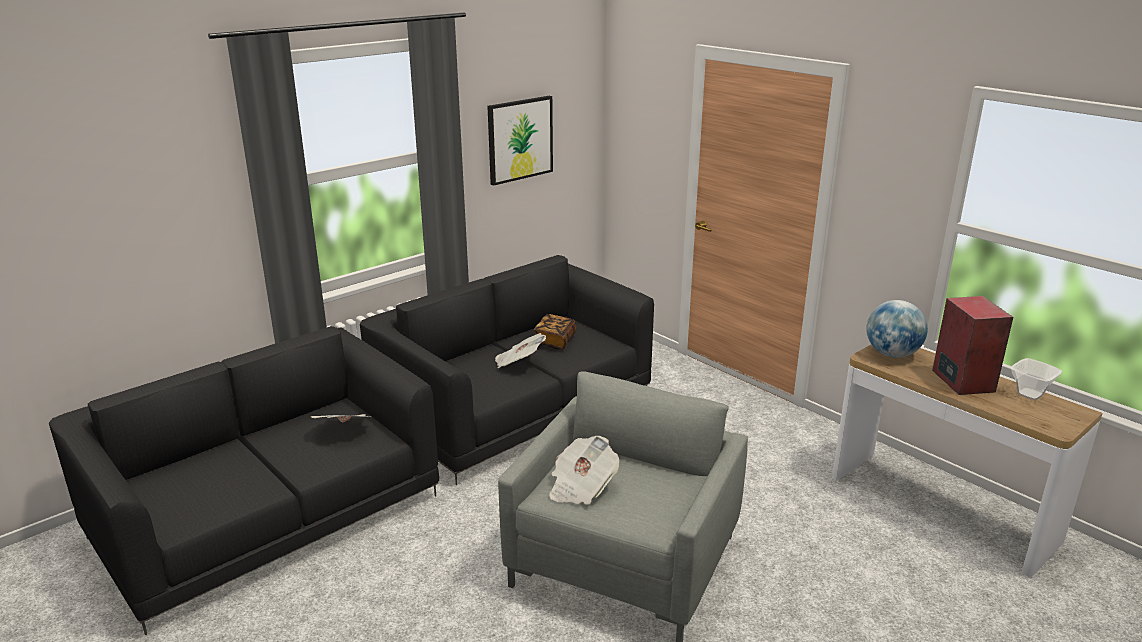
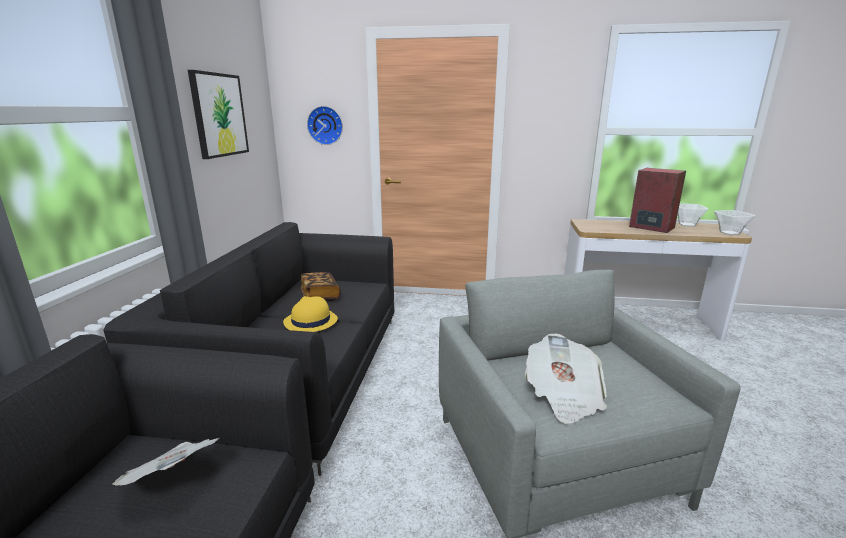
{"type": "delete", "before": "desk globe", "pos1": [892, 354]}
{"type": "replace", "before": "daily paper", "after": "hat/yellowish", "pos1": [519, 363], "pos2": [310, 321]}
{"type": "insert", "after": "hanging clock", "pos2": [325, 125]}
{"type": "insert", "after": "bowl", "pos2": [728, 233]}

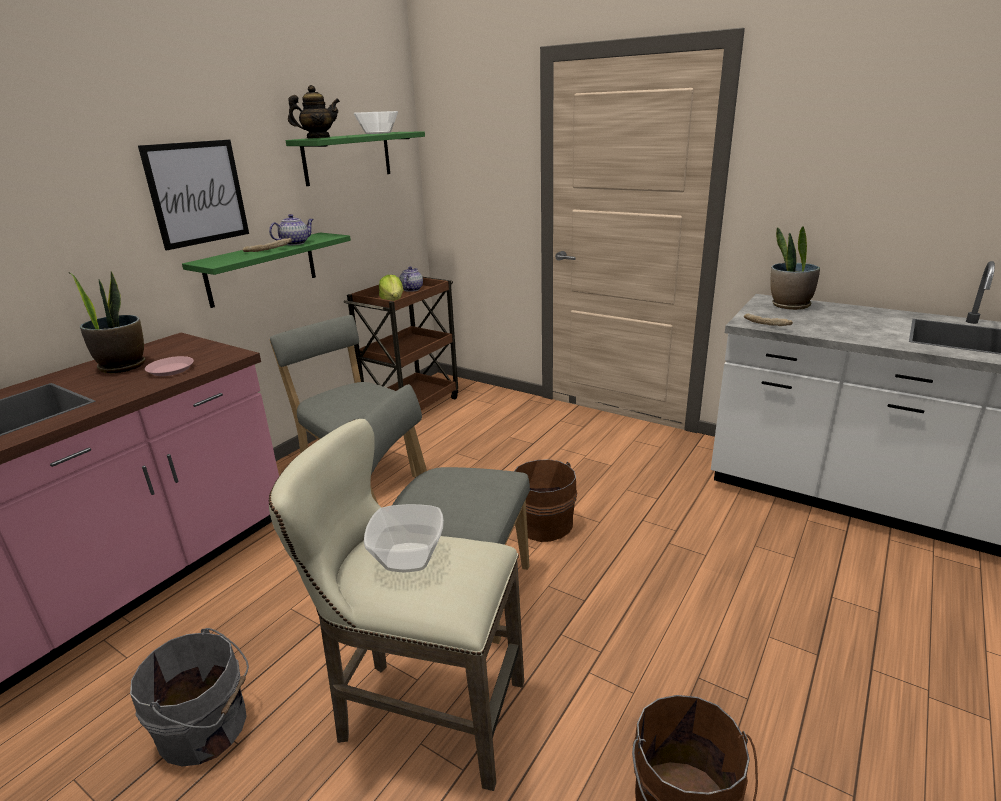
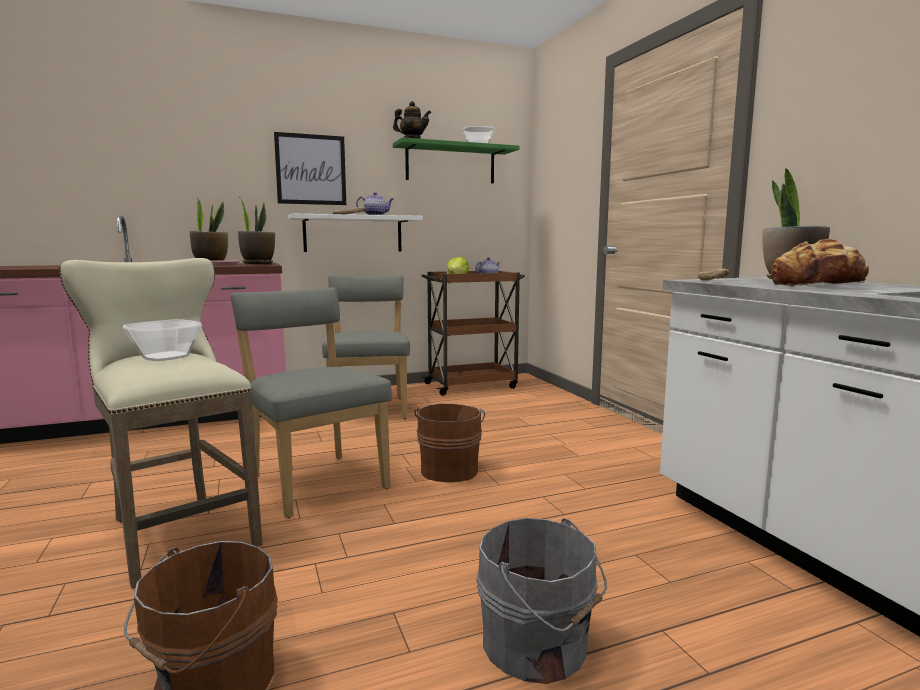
{"type": "recolor", "before": "shelf/greenish", "after": "shelf/white-coloured", "pos1": [262, 269], "pos2": [353, 234]}
{"type": "move", "before": "bucket/gray", "pos1": [207, 729], "pos2": [538, 647]}
{"type": "insert", "after": "houseplant", "pos2": [258, 264]}
{"type": "insert", "after": "baked bread", "pos2": [817, 285]}

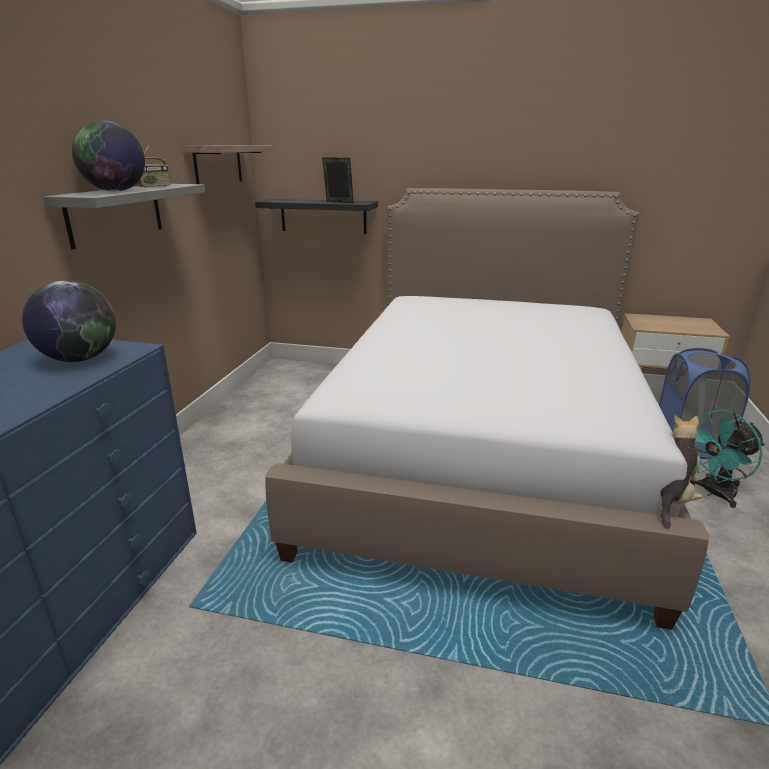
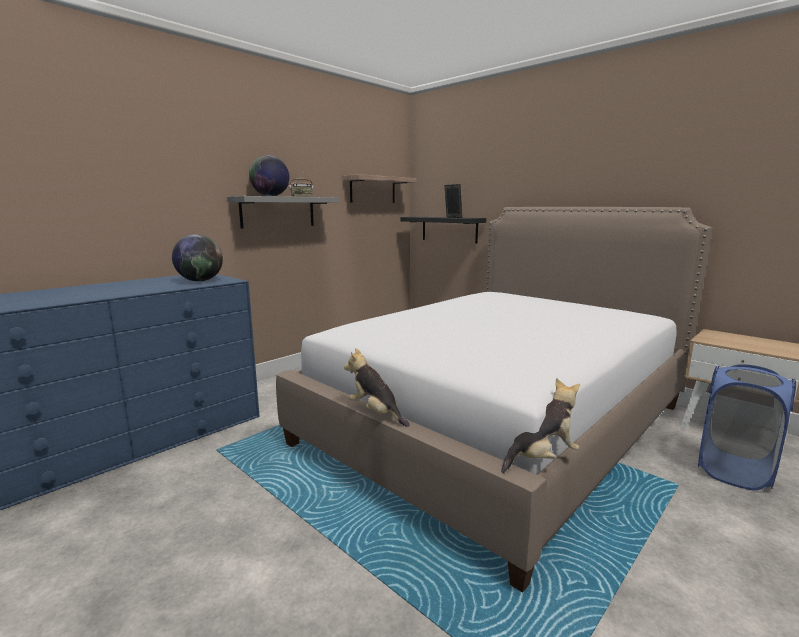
{"type": "delete", "before": "cooling fan/blue-green", "pos1": [713, 493]}
{"type": "insert", "after": "soft toy", "pos2": [376, 413]}

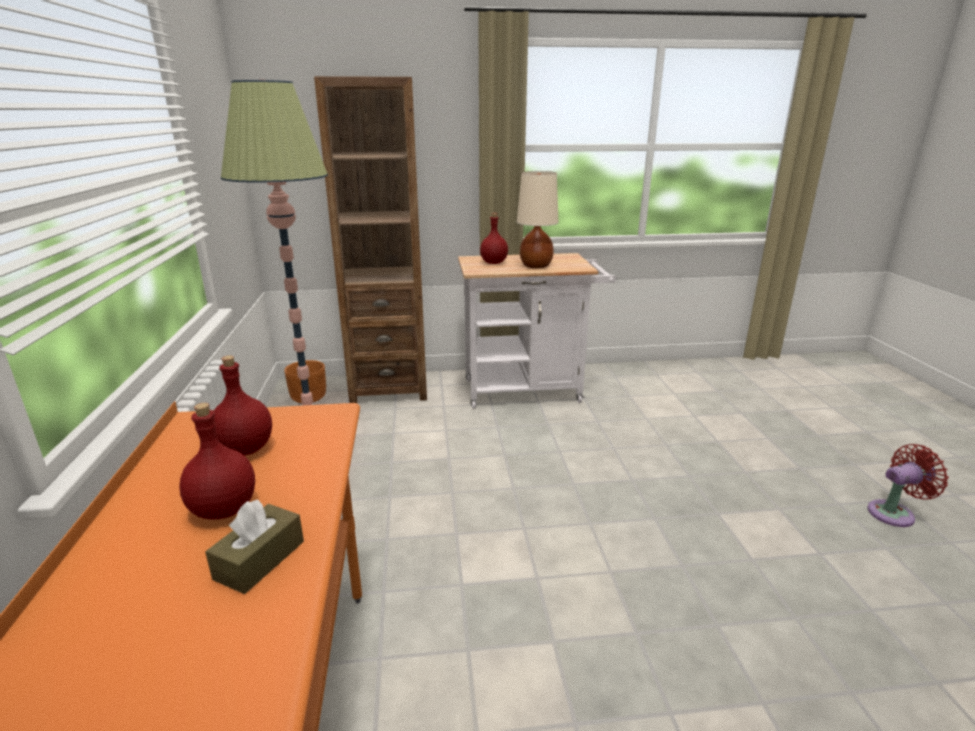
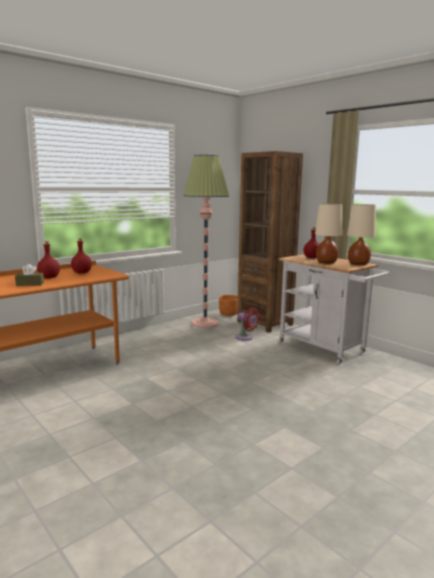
{"type": "move", "before": "cooling fan/red", "pos1": [894, 513], "pos2": [245, 338]}
{"type": "insert", "after": "lamp for a table/beige-coloured", "pos2": [358, 264]}

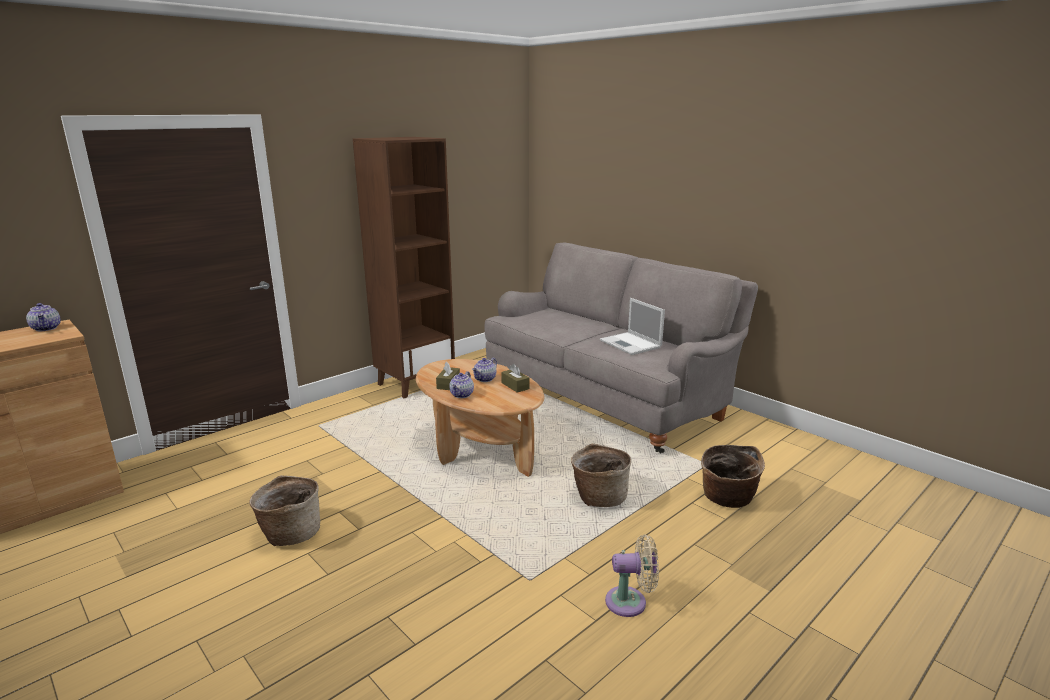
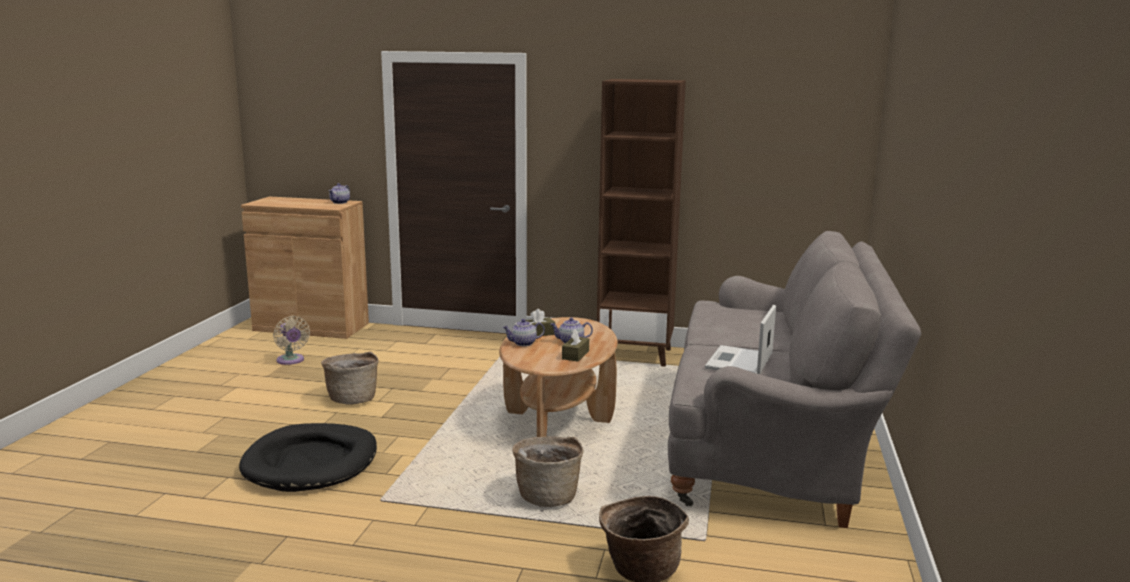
{"type": "move", "before": "cooling fan/beige-coloured", "pos1": [630, 602], "pos2": [291, 361]}
{"type": "insert", "after": "dog bed/blackish", "pos2": [311, 462]}

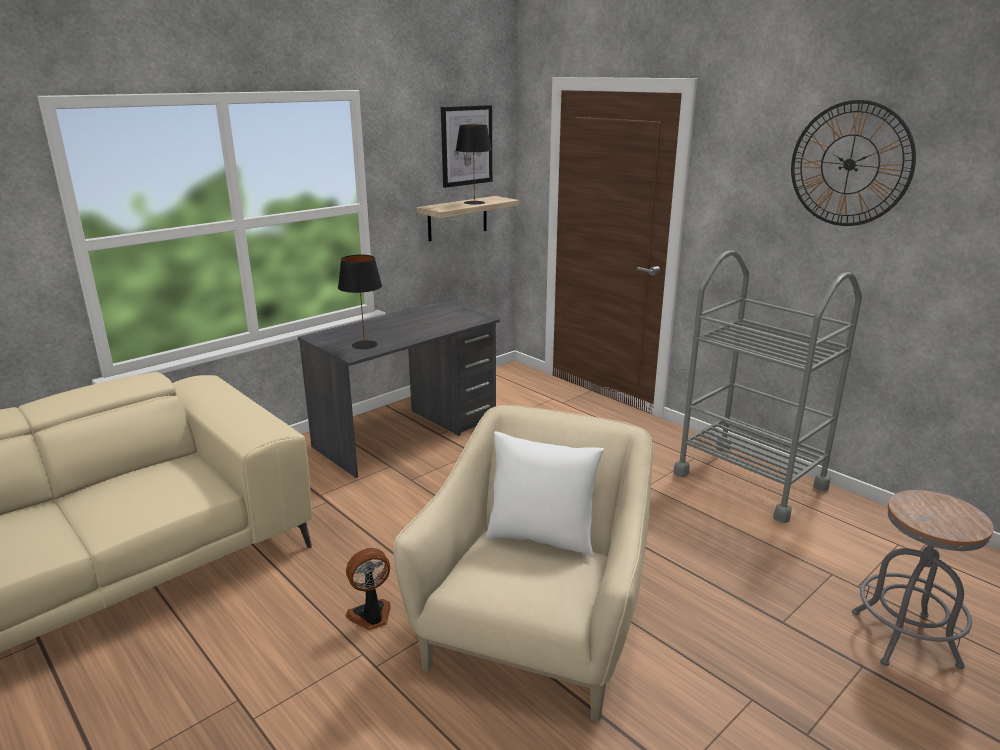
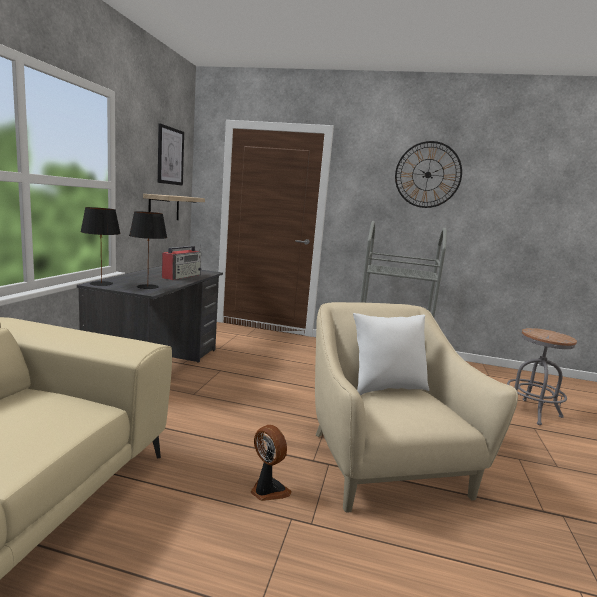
{"type": "move", "before": "lamp for a table/blackish", "pos1": [474, 203], "pos2": [101, 283]}
{"type": "rotate", "before": "cooling fan", "pos1": [371, 616], "pos2": [267, 490], "turn": 105}
{"type": "insert", "after": "radio", "pos2": [182, 276]}

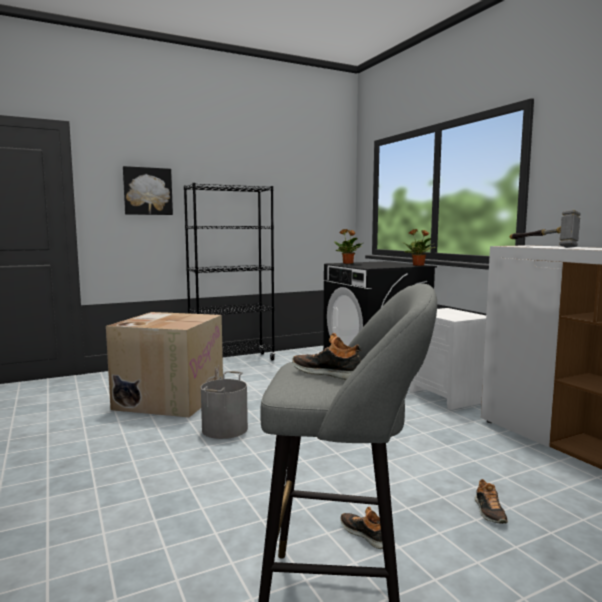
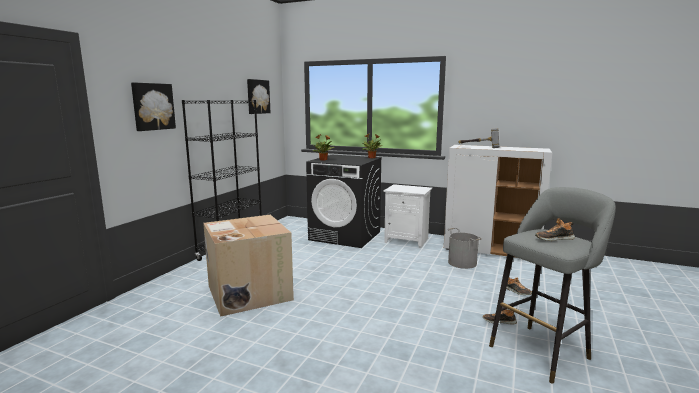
{"type": "move", "before": "bucket/gray", "pos1": [225, 429], "pos2": [462, 263]}
{"type": "insert", "after": "wall picture", "pos2": [257, 96]}

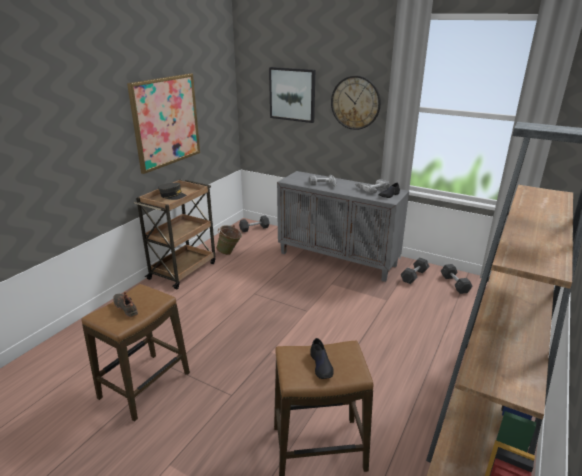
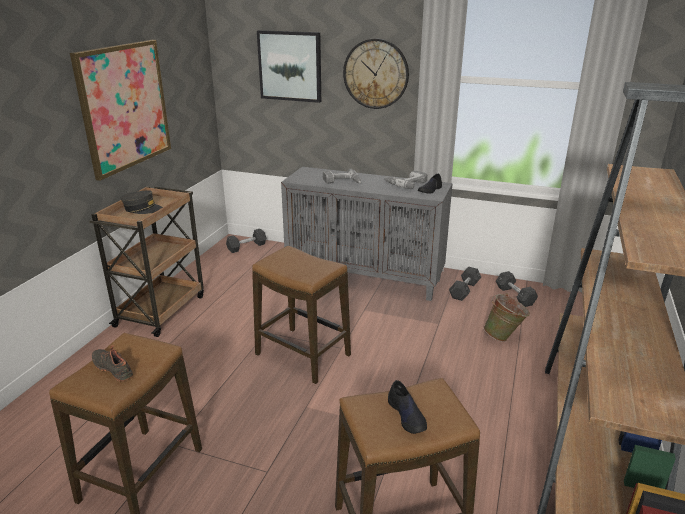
{"type": "move", "before": "bucket/greenish", "pos1": [230, 253], "pos2": [504, 337]}
{"type": "insert", "after": "stool seat", "pos2": [303, 355]}

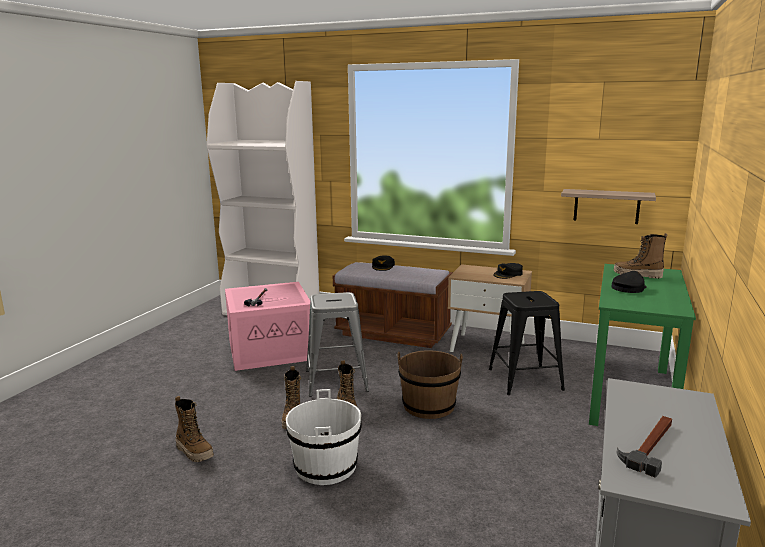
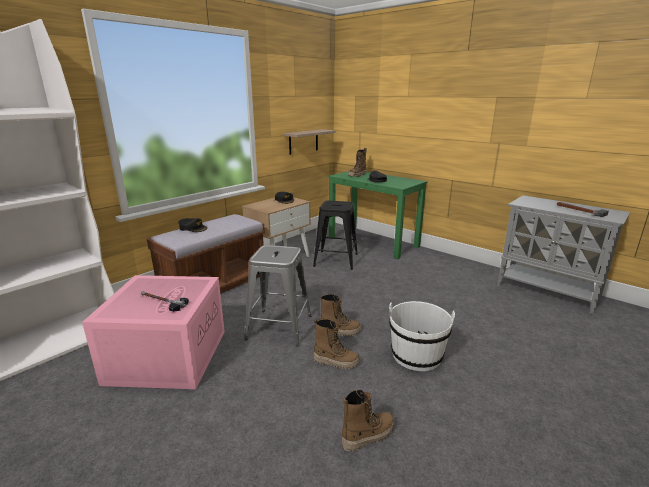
{"type": "delete", "before": "bucket/brownish", "pos1": [429, 406]}

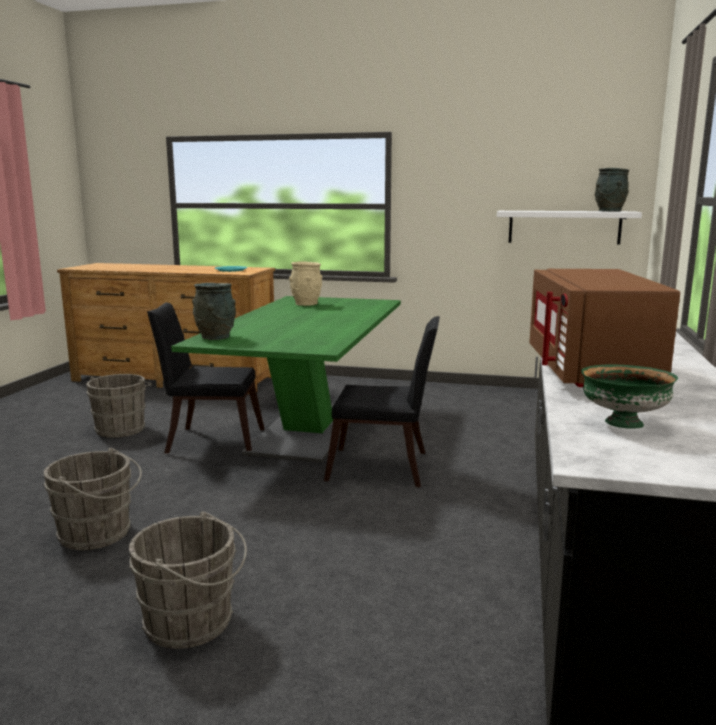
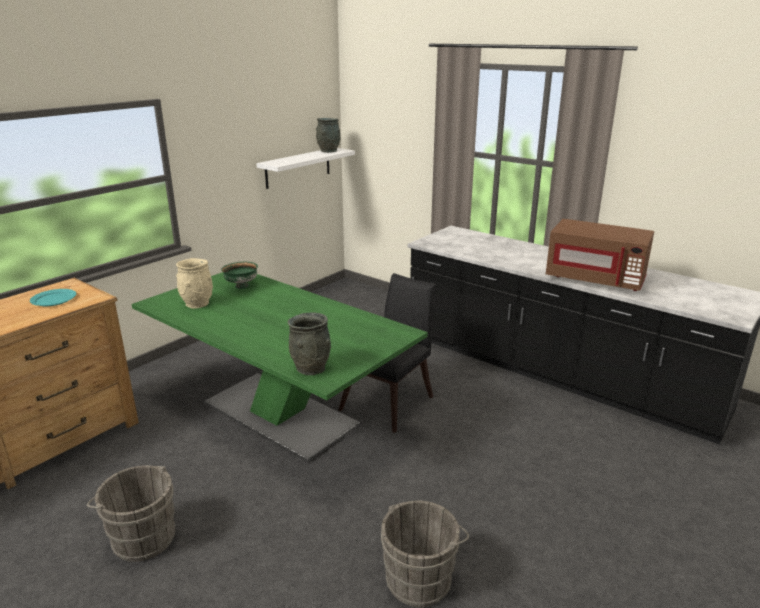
{"type": "delete", "before": "plain chair/blackish", "pos1": [210, 441]}
{"type": "move", "before": "bowl/greenish", "pos1": [622, 423], "pos2": [241, 286]}
{"type": "delete", "before": "bucket/gray", "pos1": [193, 623]}

